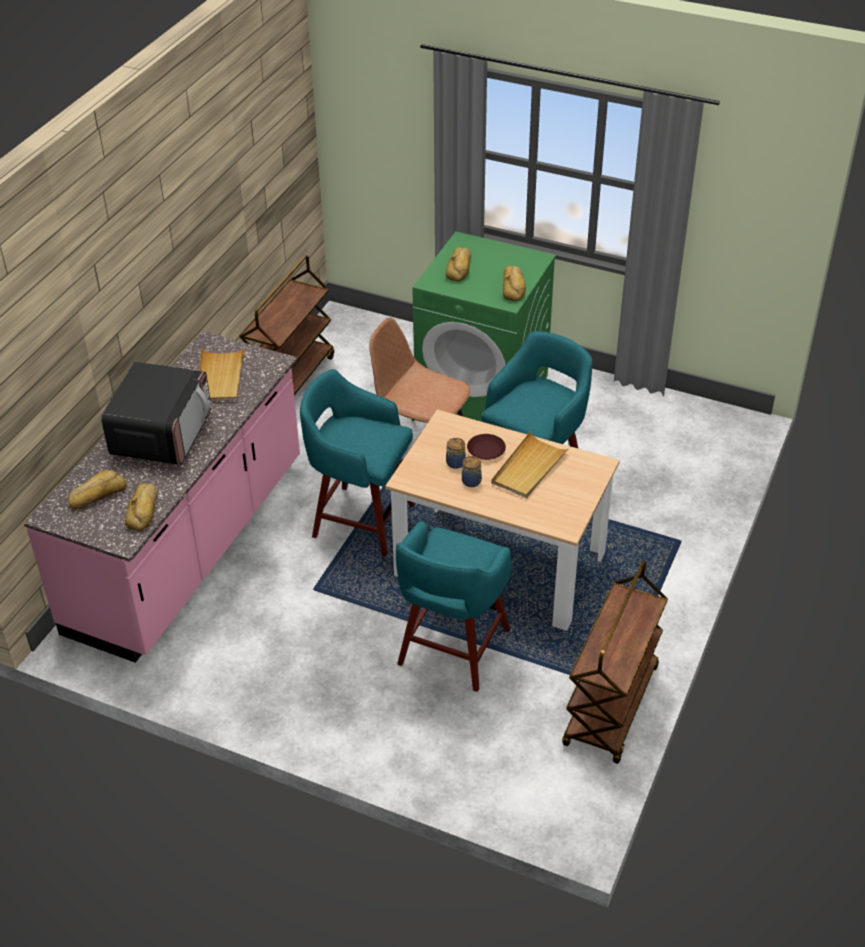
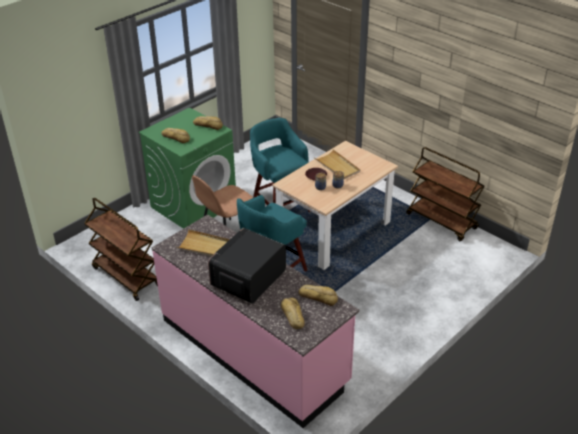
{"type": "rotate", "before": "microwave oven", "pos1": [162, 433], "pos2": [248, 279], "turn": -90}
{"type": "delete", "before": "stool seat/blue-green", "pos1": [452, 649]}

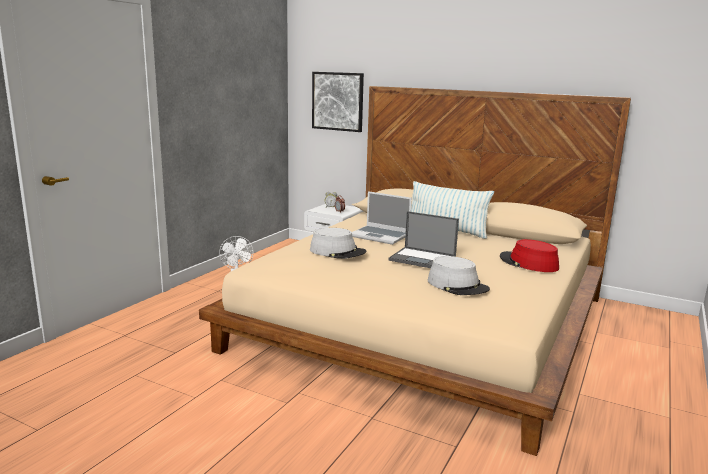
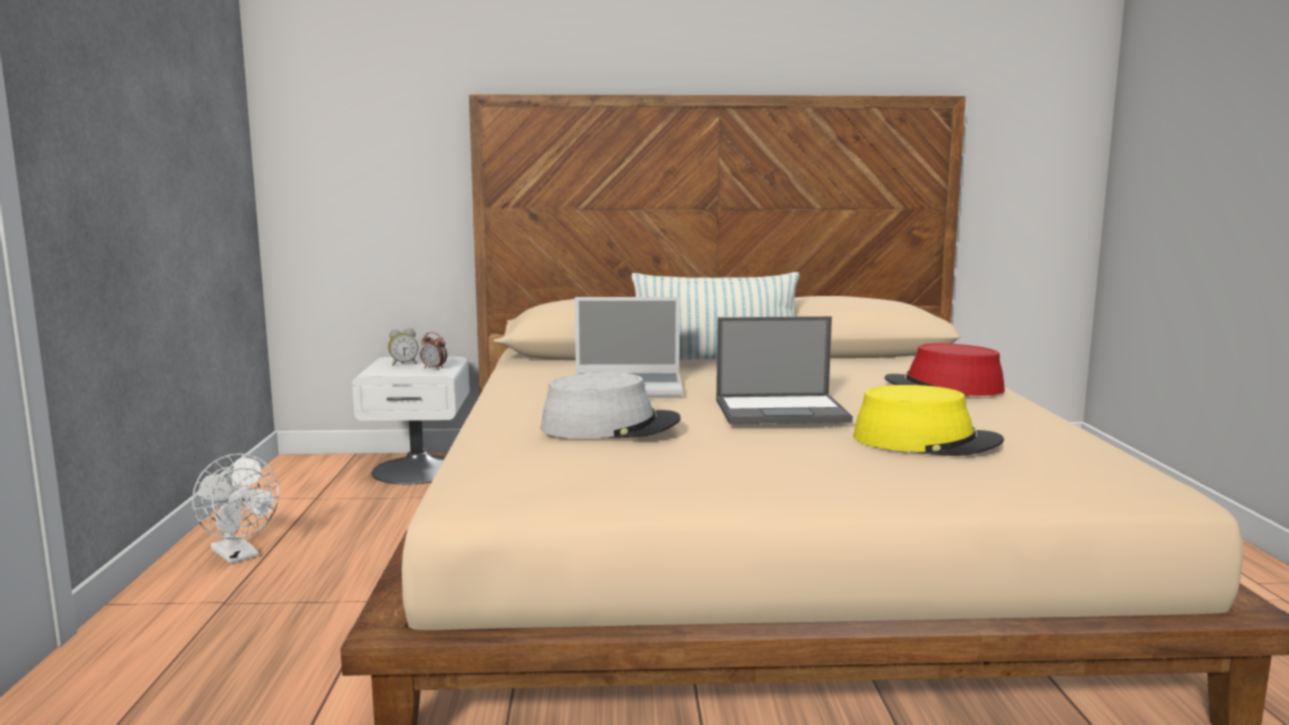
{"type": "delete", "before": "wall picture", "pos1": [338, 101]}
{"type": "recolor", "before": "hat/gray", "after": "hat/yellowish", "pos1": [457, 285], "pos2": [926, 441]}

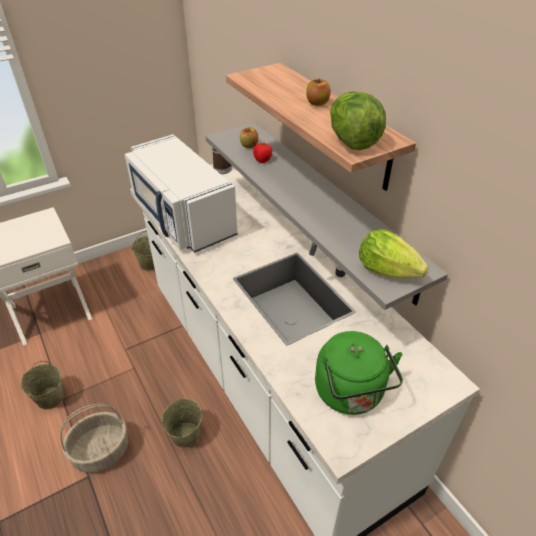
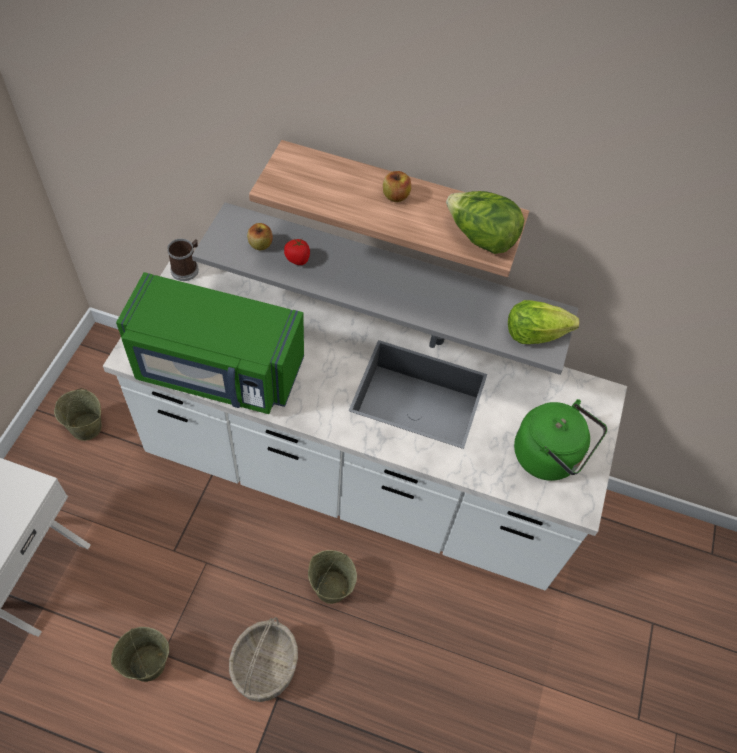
{"type": "recolor", "before": "microwave oven/white-coloured", "after": "microwave oven/greenish", "pos1": [182, 218], "pos2": [217, 370]}

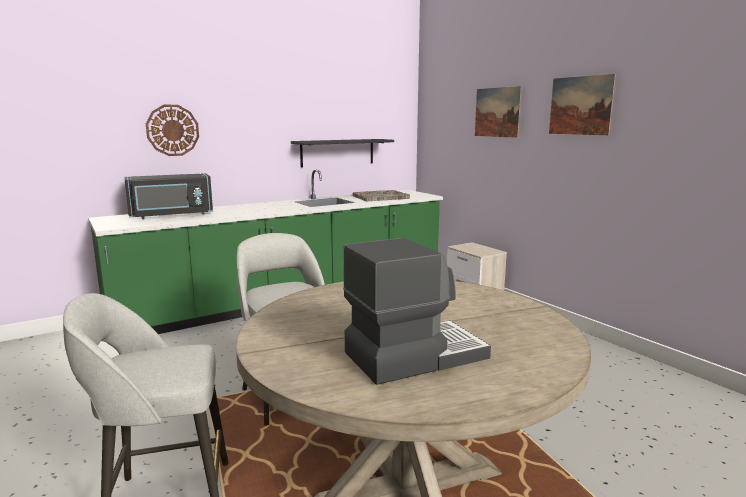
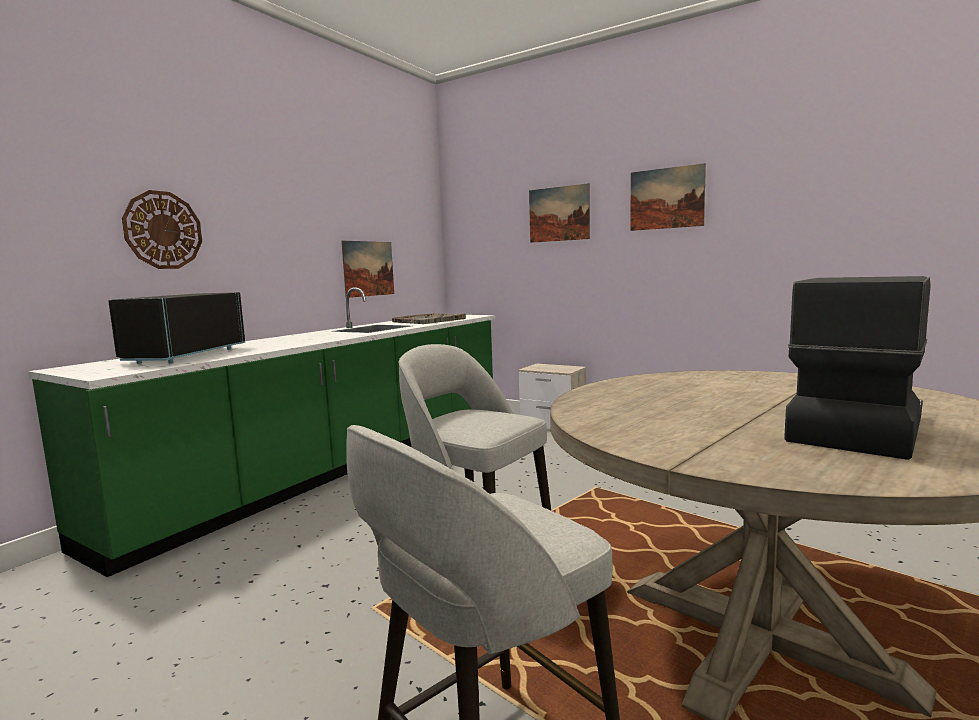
{"type": "replace", "before": "shelf/blackish", "after": "wall picture", "pos1": [337, 152], "pos2": [368, 268]}
{"type": "rotate", "before": "microwave oven/blackish", "pos1": [171, 215], "pos2": [183, 355], "turn": 150}

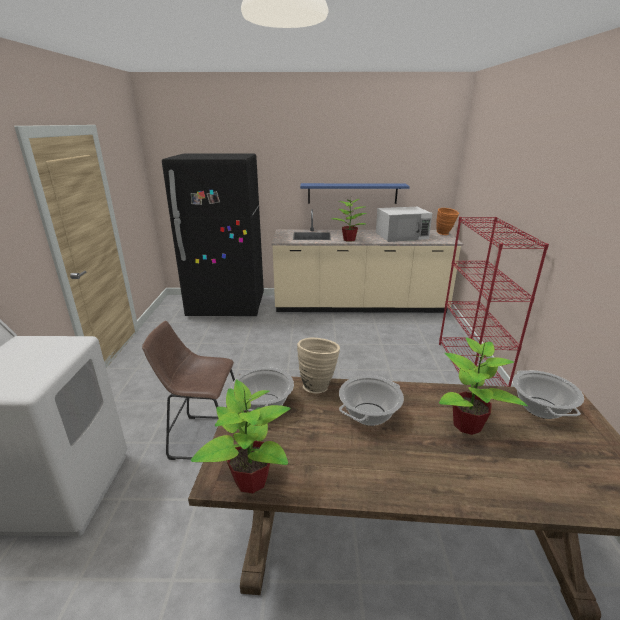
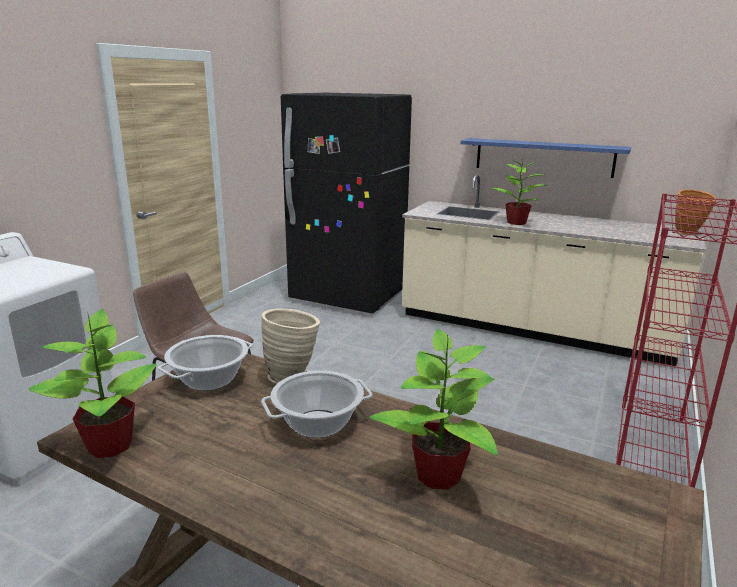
{"type": "delete", "before": "microwave oven/white-coloured", "pos1": [402, 236]}
{"type": "delete", "before": "saucepot", "pos1": [540, 408]}

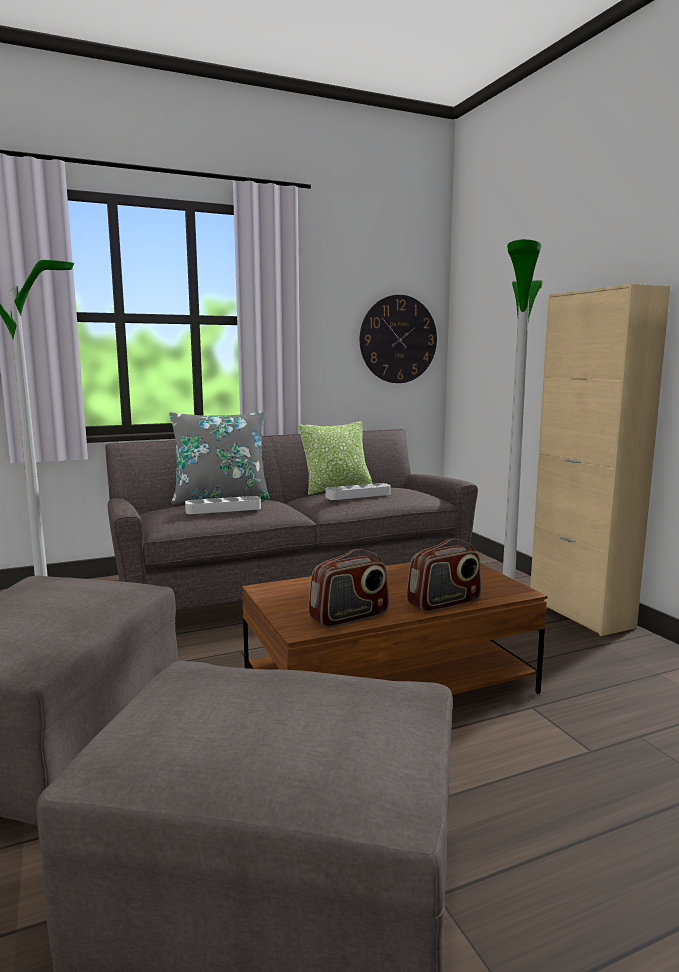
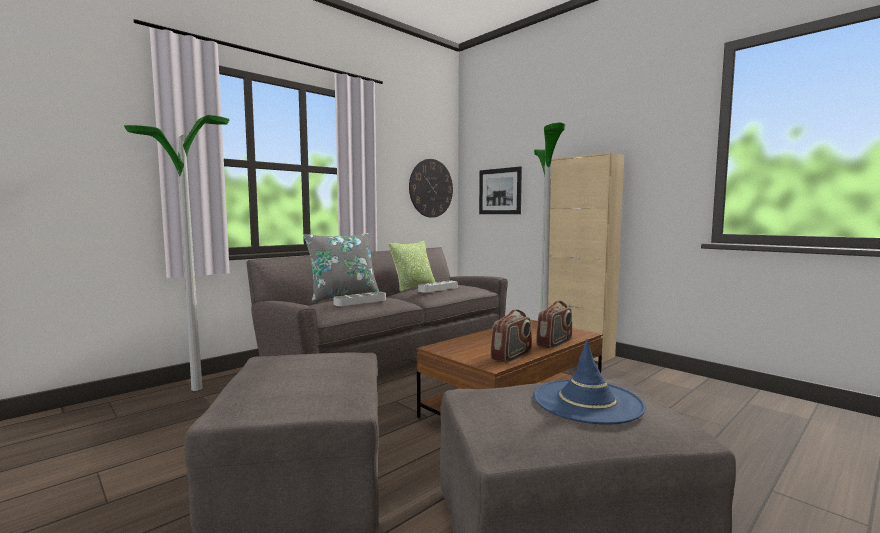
{"type": "insert", "after": "wall picture", "pos2": [500, 191]}
{"type": "insert", "after": "hat/blue-coloured", "pos2": [587, 401]}

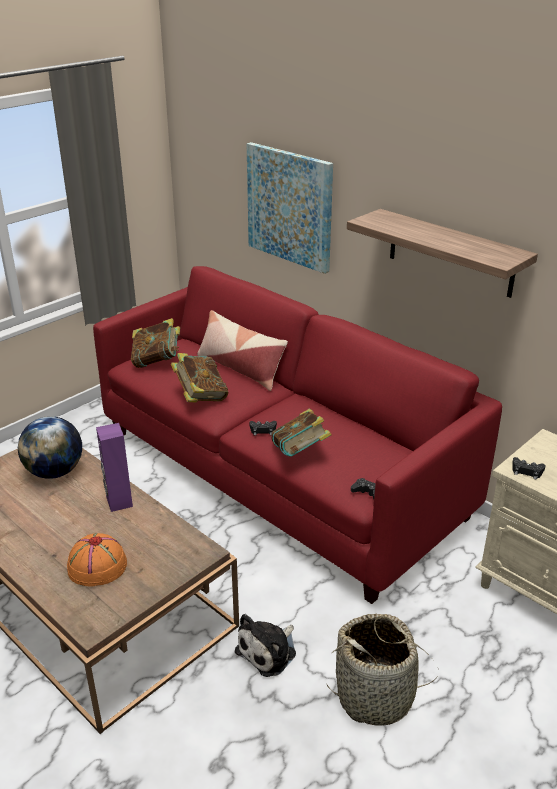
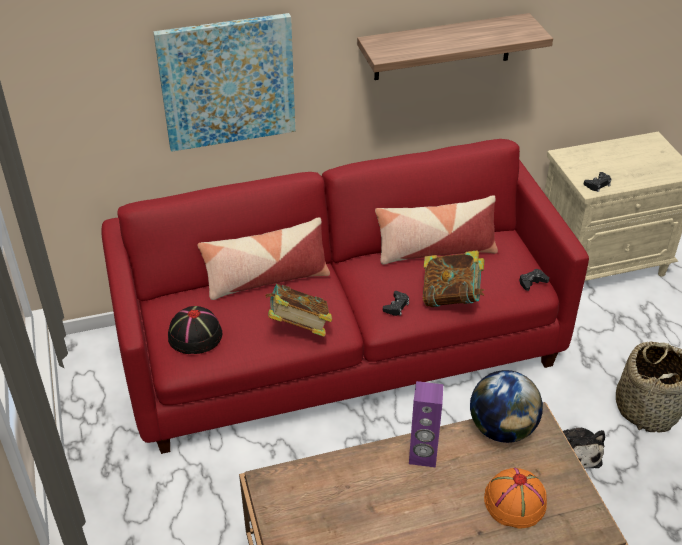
{"type": "replace", "before": "book", "after": "hat/blackish", "pos1": [157, 361], "pos2": [194, 335]}
{"type": "move", "before": "desk globe", "pos1": [55, 472], "pos2": [502, 428]}
{"type": "insert", "after": "cushion", "pos2": [435, 250]}

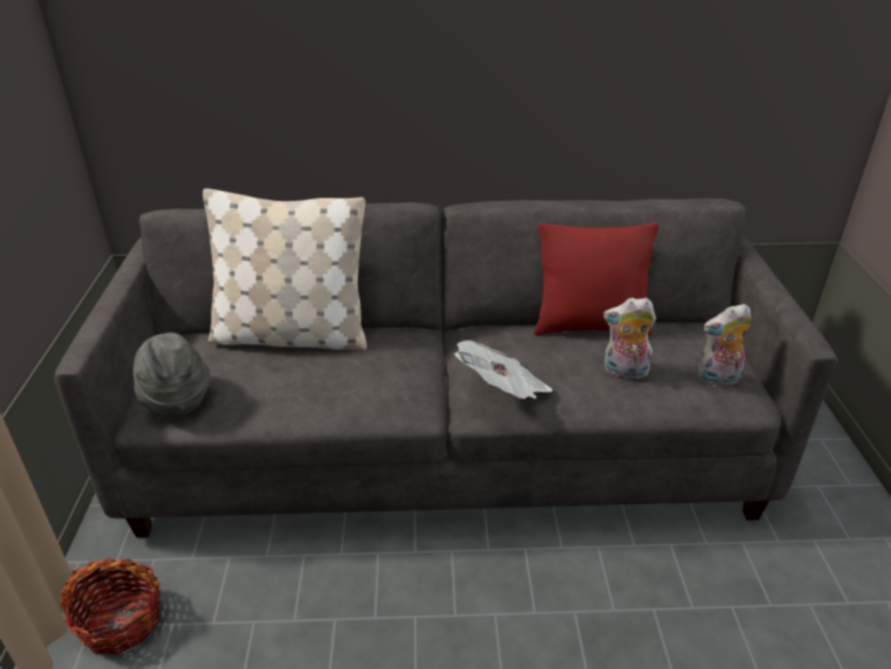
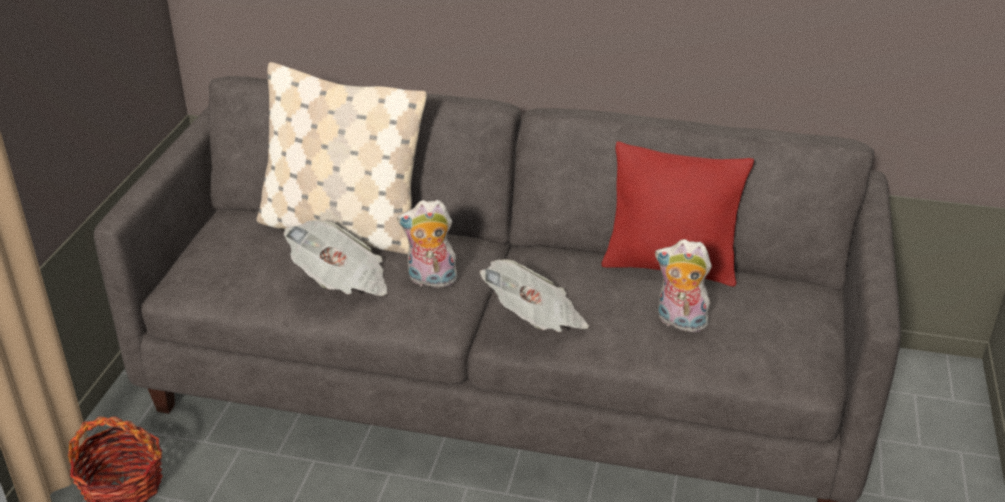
{"type": "move", "before": "soft toy", "pos1": [717, 380], "pos2": [430, 281]}
{"type": "delete", "before": "hat/gray", "pos1": [176, 398]}
{"type": "insert", "after": "daily paper", "pos2": [341, 281]}

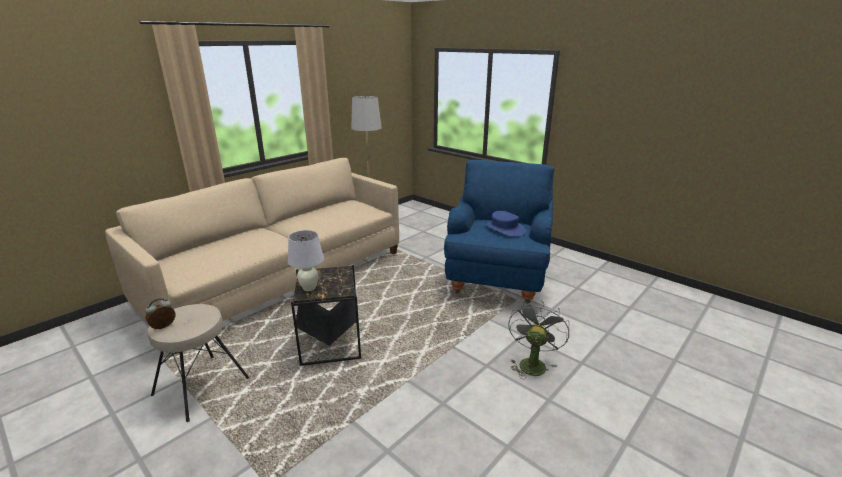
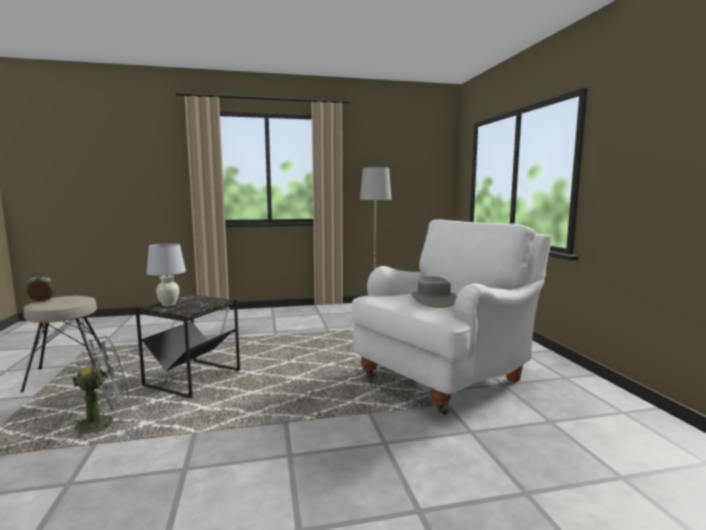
{"type": "delete", "before": "settee/beige-coloured", "pos1": [281, 278]}
{"type": "recolor", "before": "lounge chair/blue-coloured", "after": "lounge chair/white-coloured", "pos1": [497, 276], "pos2": [446, 377]}
{"type": "recolor", "before": "hat/blue-coloured", "after": "hat/gray", "pos1": [504, 229], "pos2": [433, 300]}
{"type": "move", "before": "cooling fan/gray", "pos1": [532, 363], "pos2": [104, 422]}

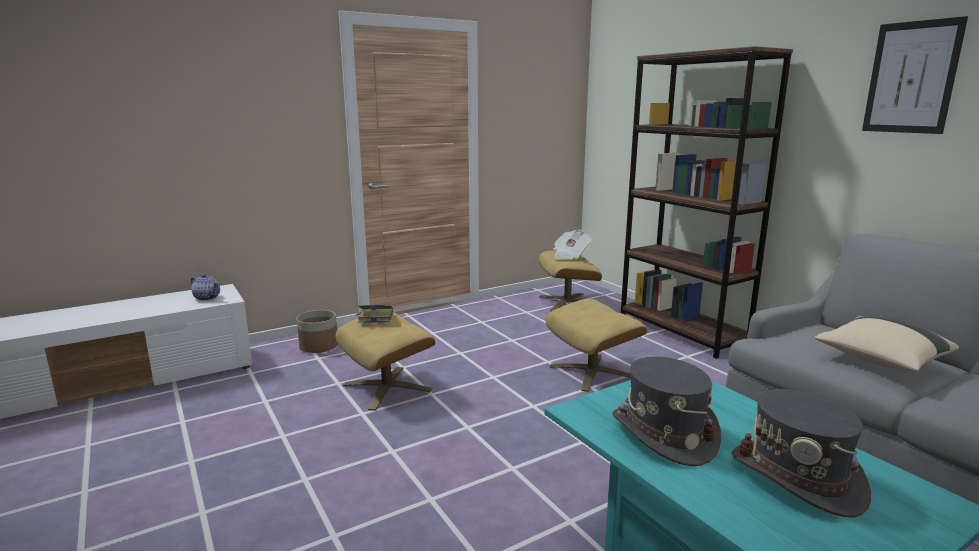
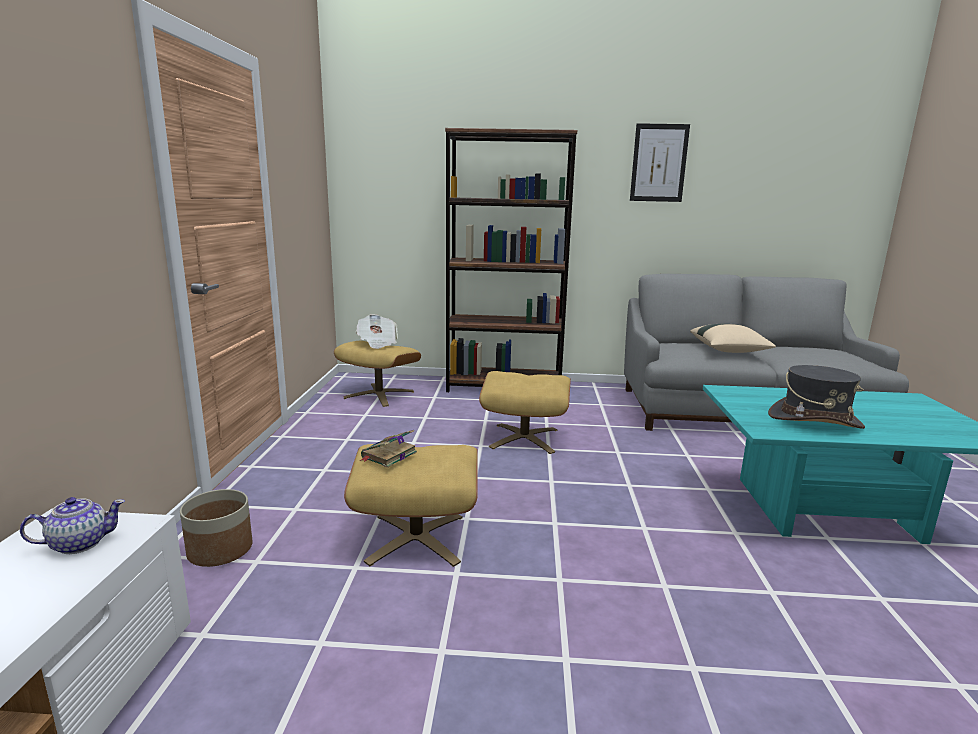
{"type": "delete", "before": "hat/gray", "pos1": [797, 477]}

